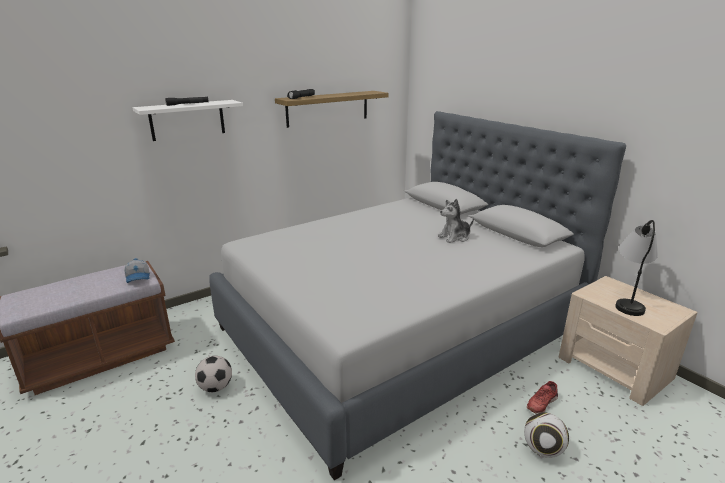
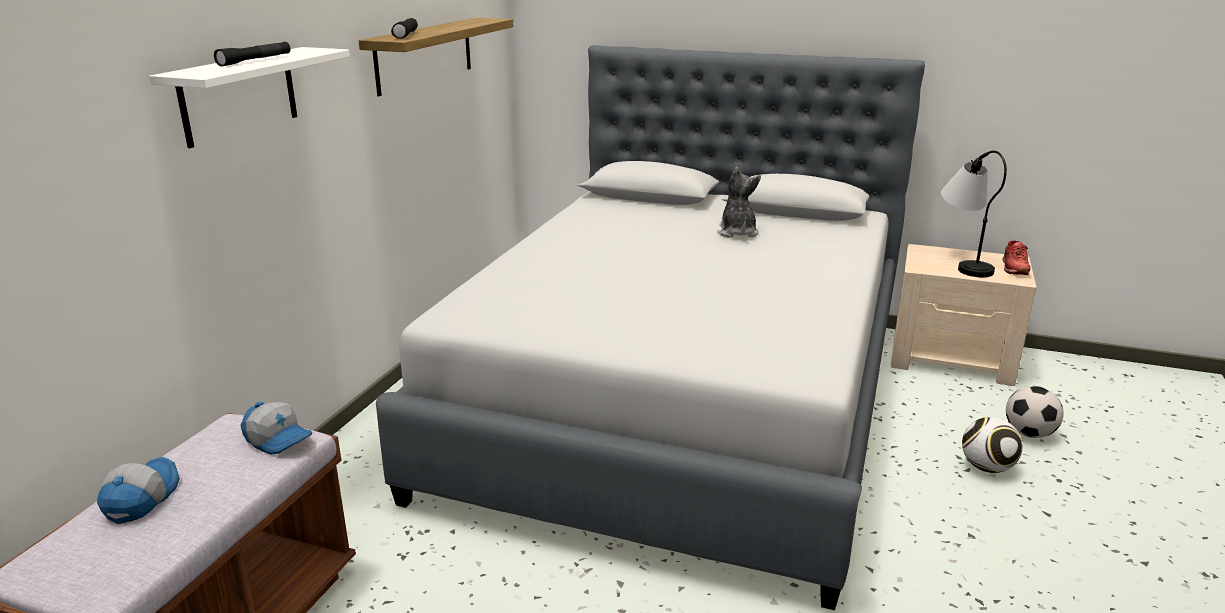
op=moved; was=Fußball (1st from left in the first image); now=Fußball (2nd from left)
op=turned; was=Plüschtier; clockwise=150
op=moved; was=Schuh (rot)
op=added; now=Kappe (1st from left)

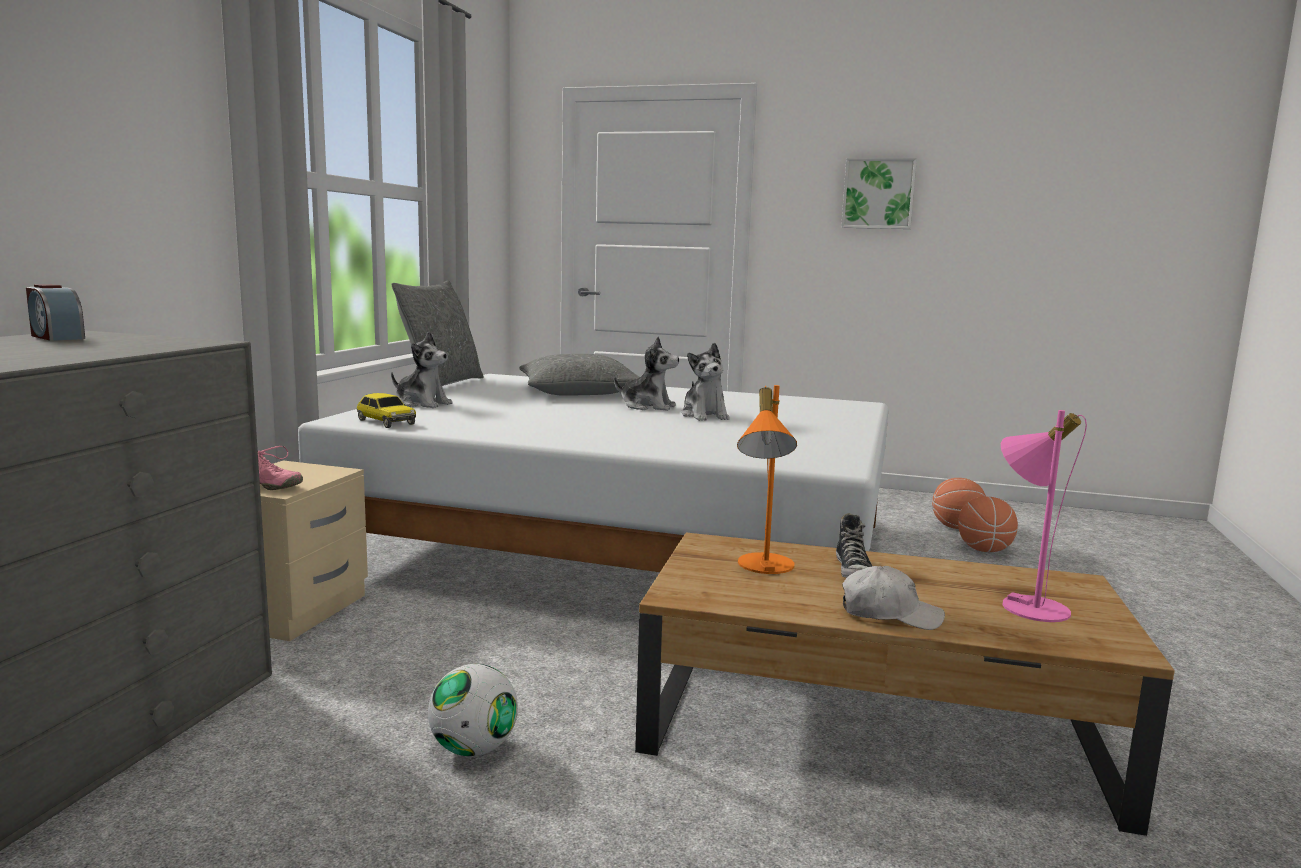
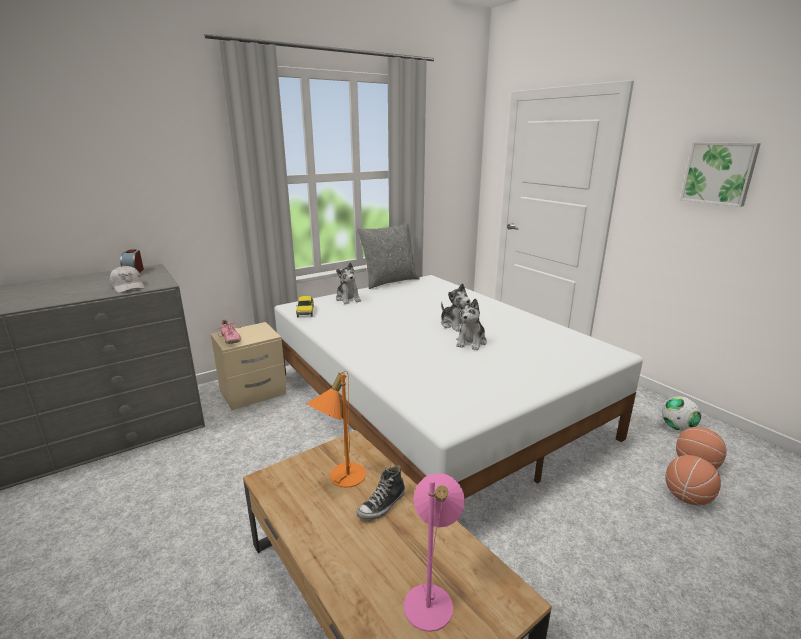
op=moved; was=Fußball
op=removed; was=Kissen (grau) (2nd from left)
op=moved; was=Kappe (weiß)

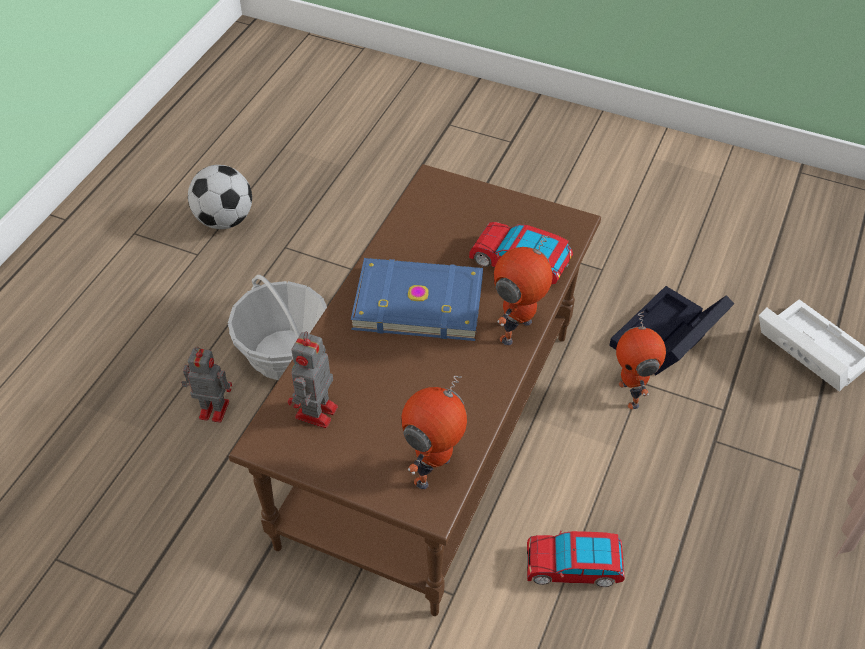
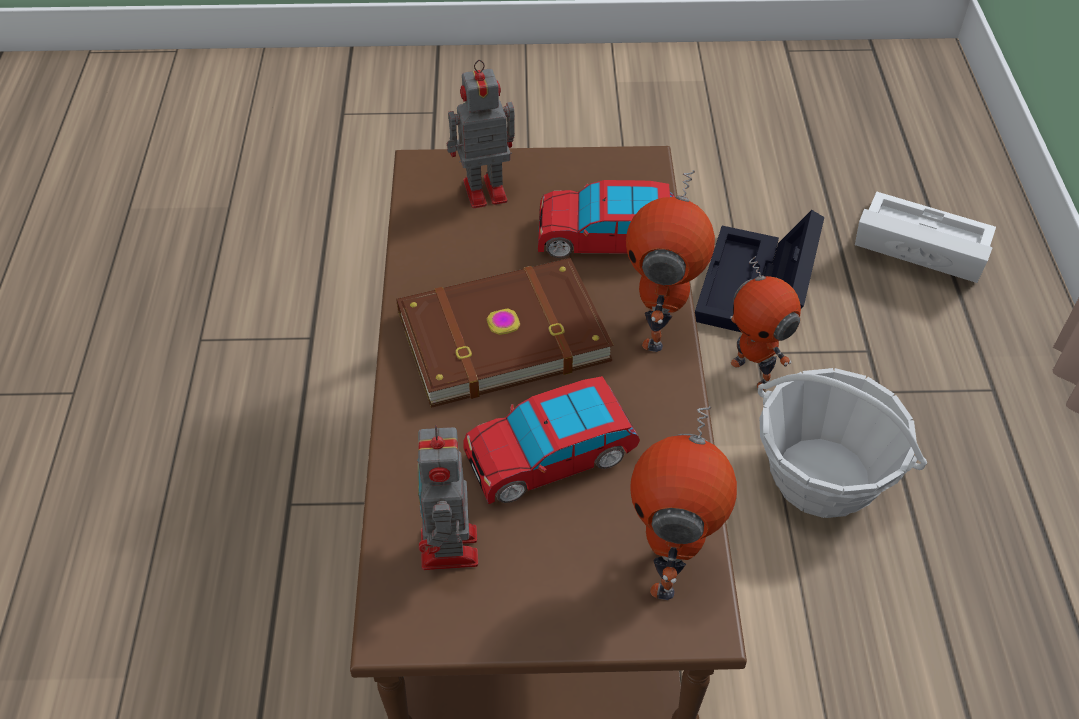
op=moved; was=Spielzeugroboter (1st from left in the first image); now=Spielzeugroboter (2nd from left)
op=removed; was=Fußball
op=moved; was=Korb
op=recoloured; was=Buch (blau); now=Buch (braun)
op=moved; was=Spielzeugauto (2nd from left in the first image); now=Spielzeugauto (1st from left)

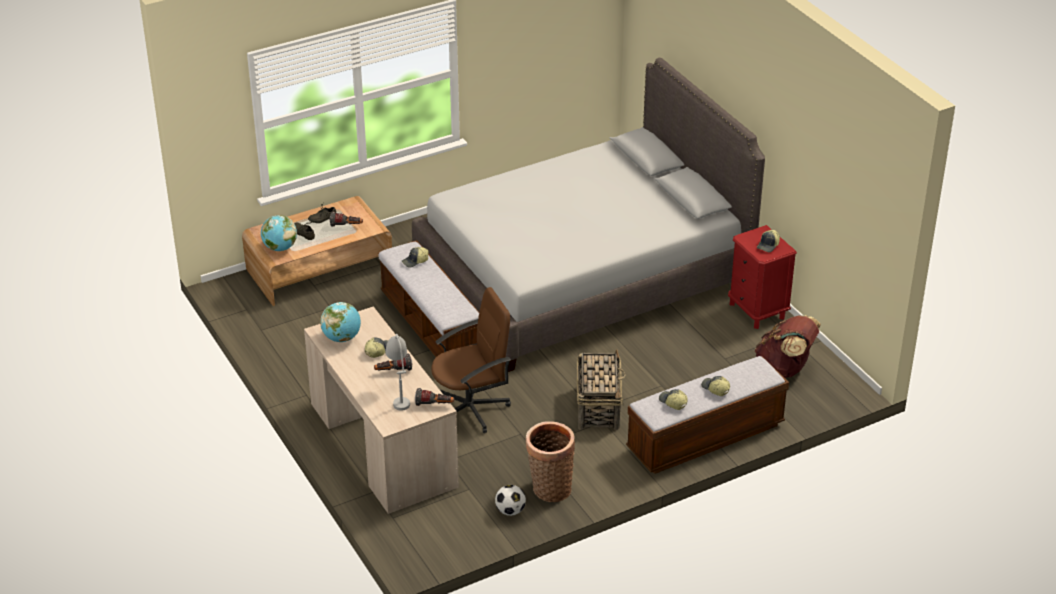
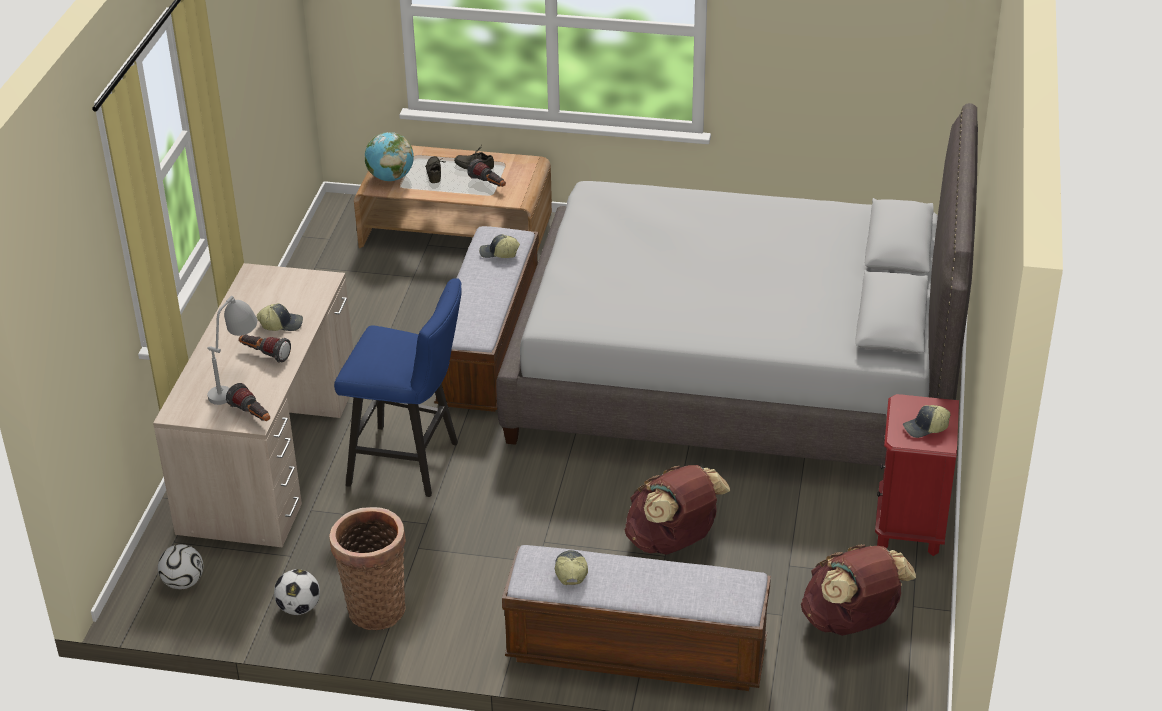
op=removed; was=Globus (2nd from left)
op=replaced; was=Bürostuhl (braun); now=Hocker (blau)
op=removed; was=Korb (2nd from left)
op=removed; was=Kappe (4th from left)
op=added; now=Fußball (1st from left)
op=added; now=Rucksack (braun) (1st from left)

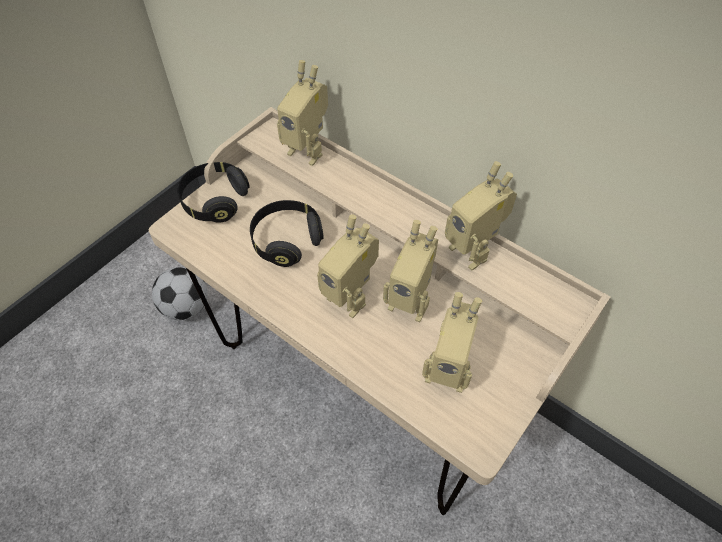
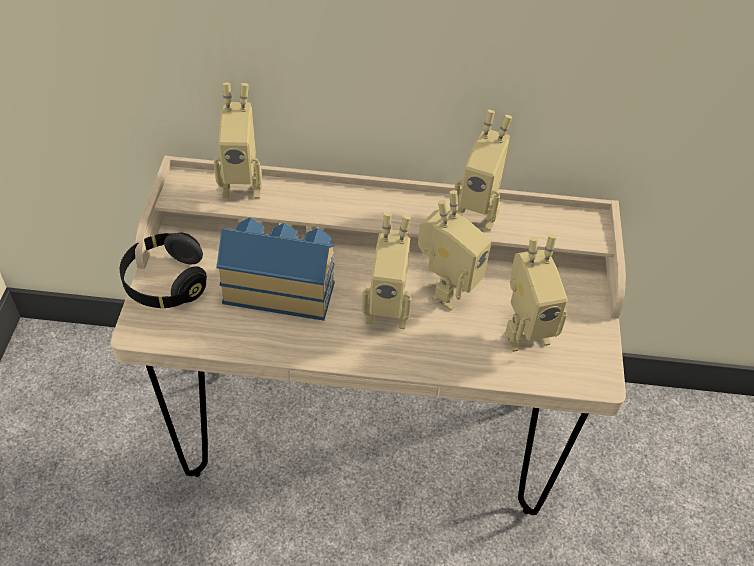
op=removed; was=Fußball
op=replaced; was=Kopfhörer (schwarz) (2nd from left); now=Spielzeughaus
op=turned; was=Spielzeugroboter (3rd from left); clockwise=-45

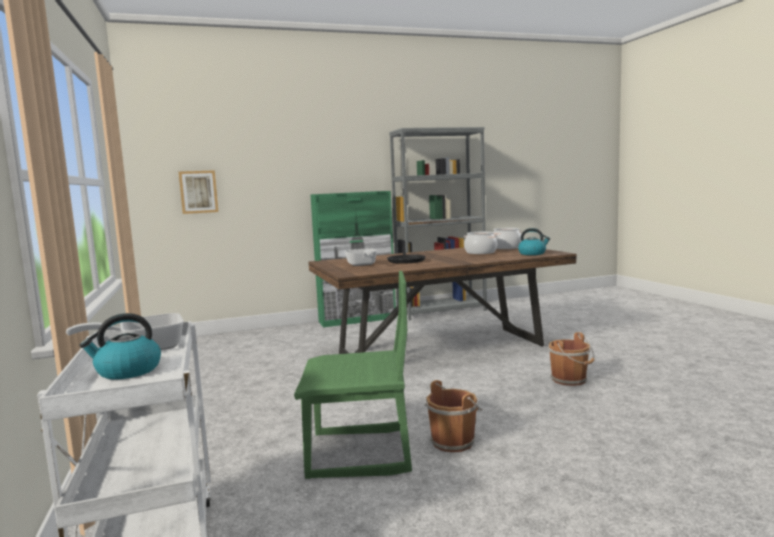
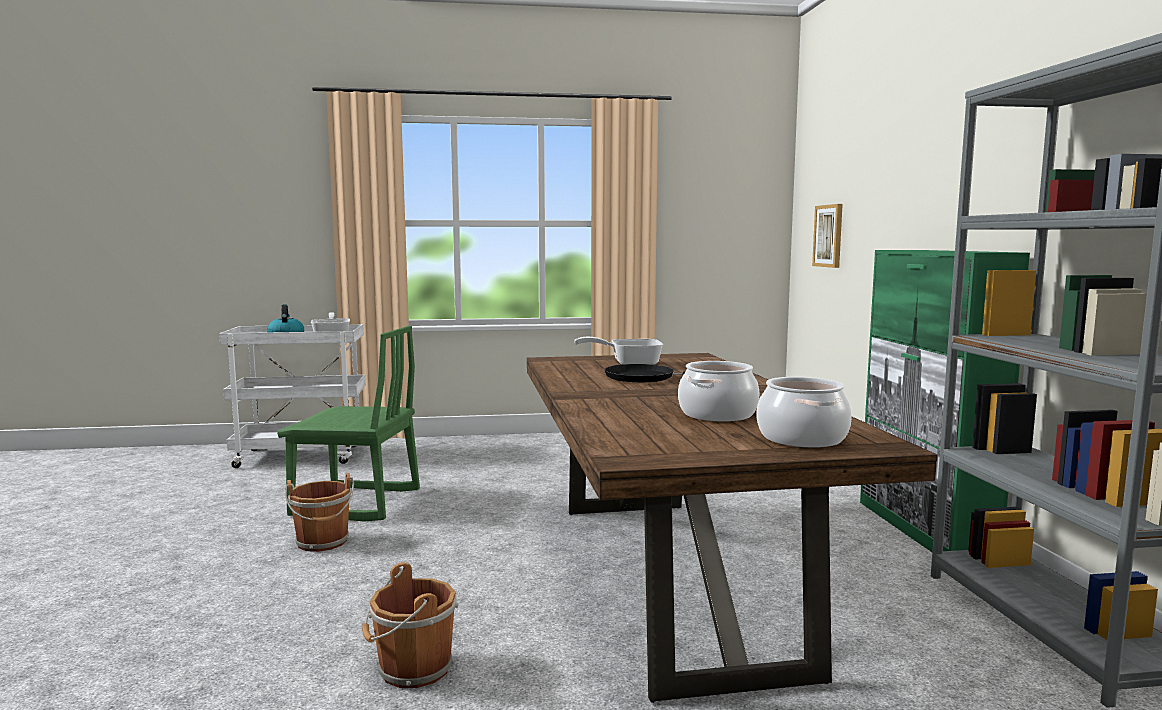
op=turned; was=Stuhl (grün); clockwise=-90
op=removed; was=Wasserkessel (2nd from left)

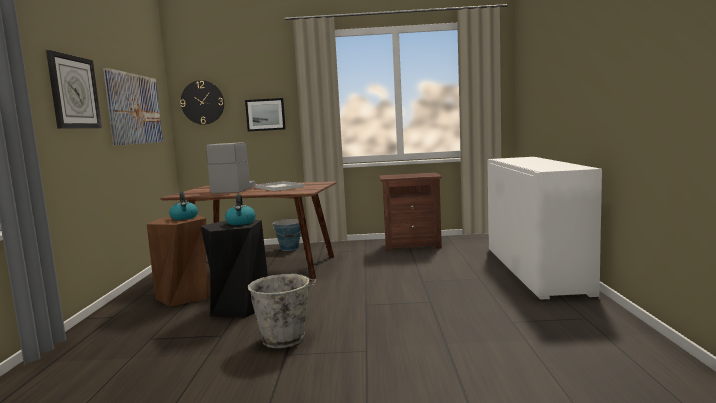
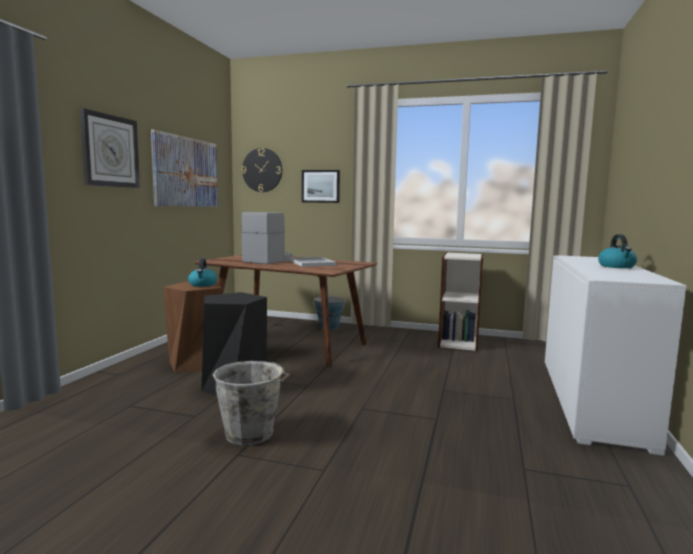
op=moved; was=Wasserkessel (2nd from left)
op=replaced; was=Nachttisch (braun); now=Bücherregal

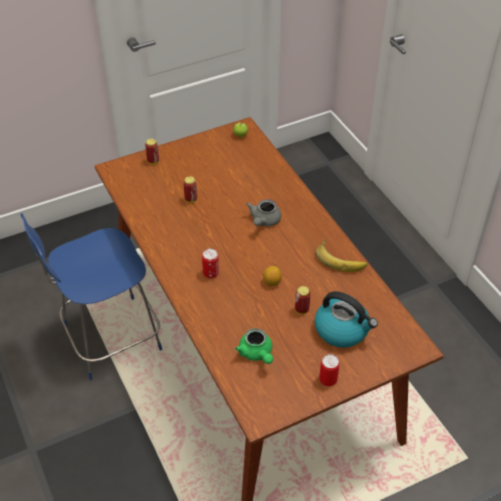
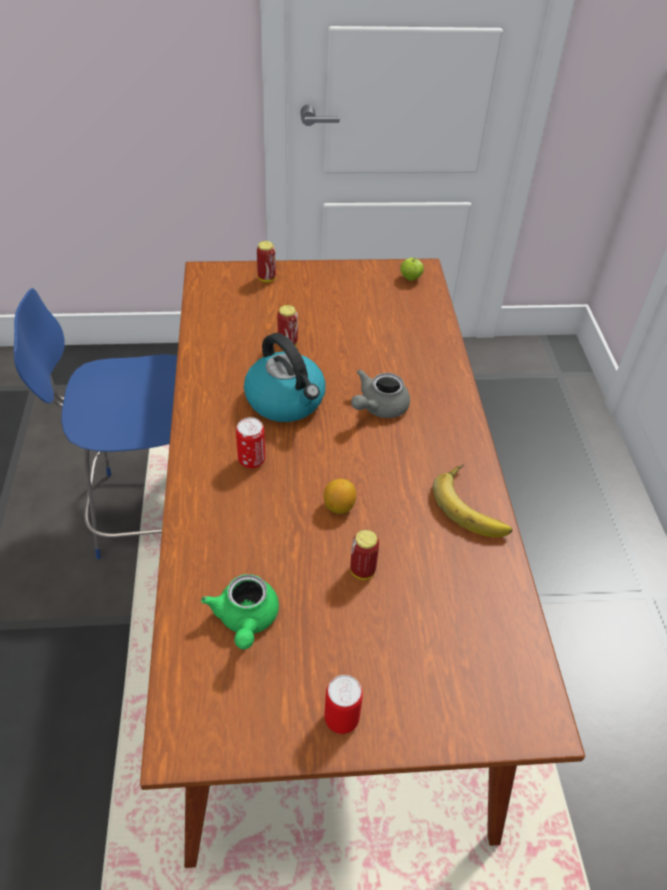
op=moved; was=Wasserkessel

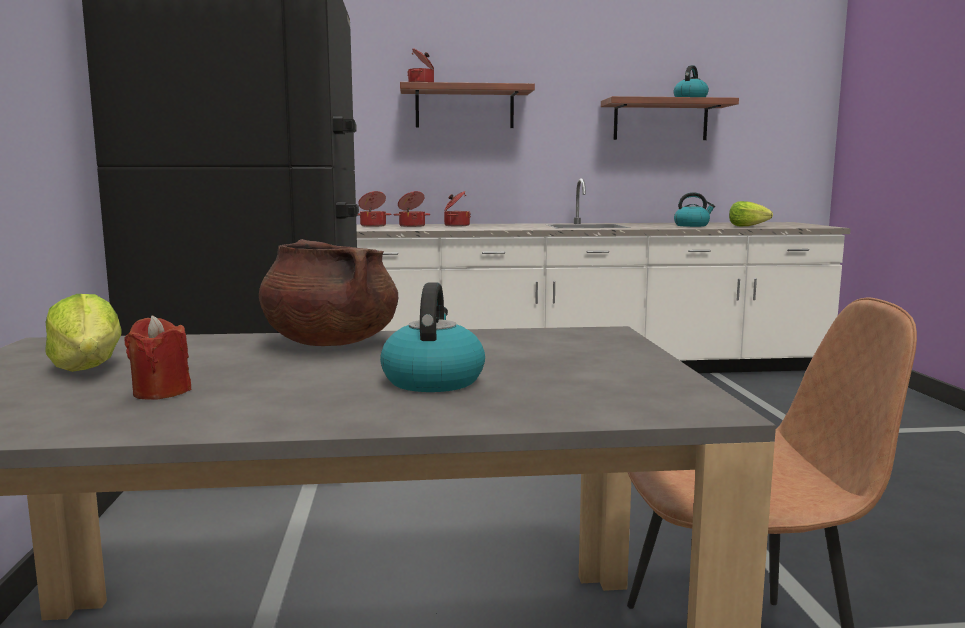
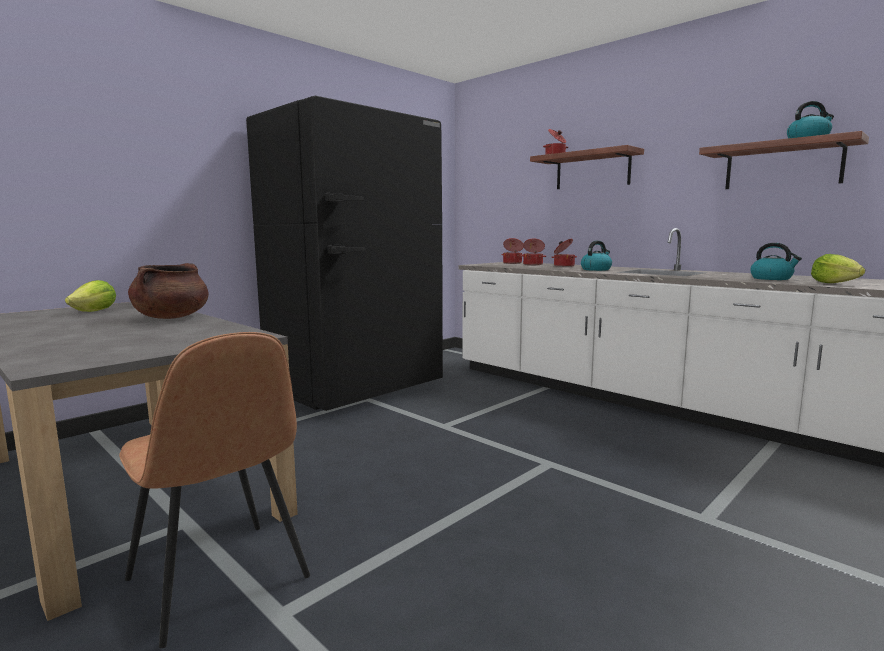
op=removed; was=Kerze (rot)
op=moved; was=Wasserkessel (1st from left)

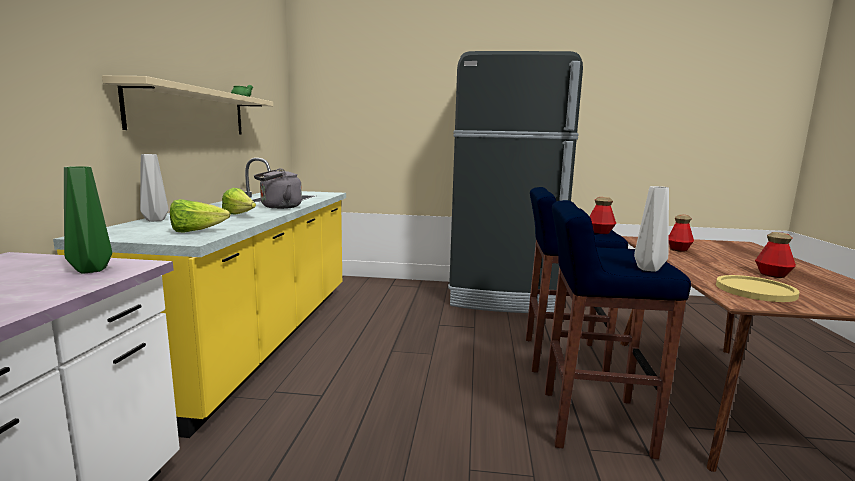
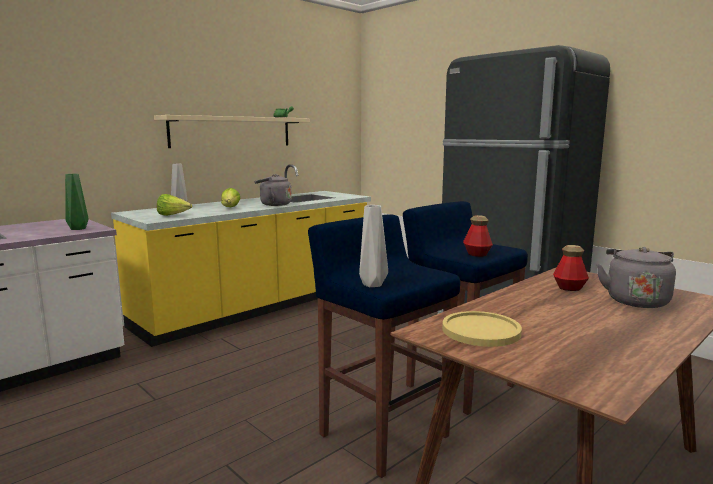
op=removed; was=Flasche (3rd from left)
op=added; now=Wasserkessel (grau) (2nd from left)

